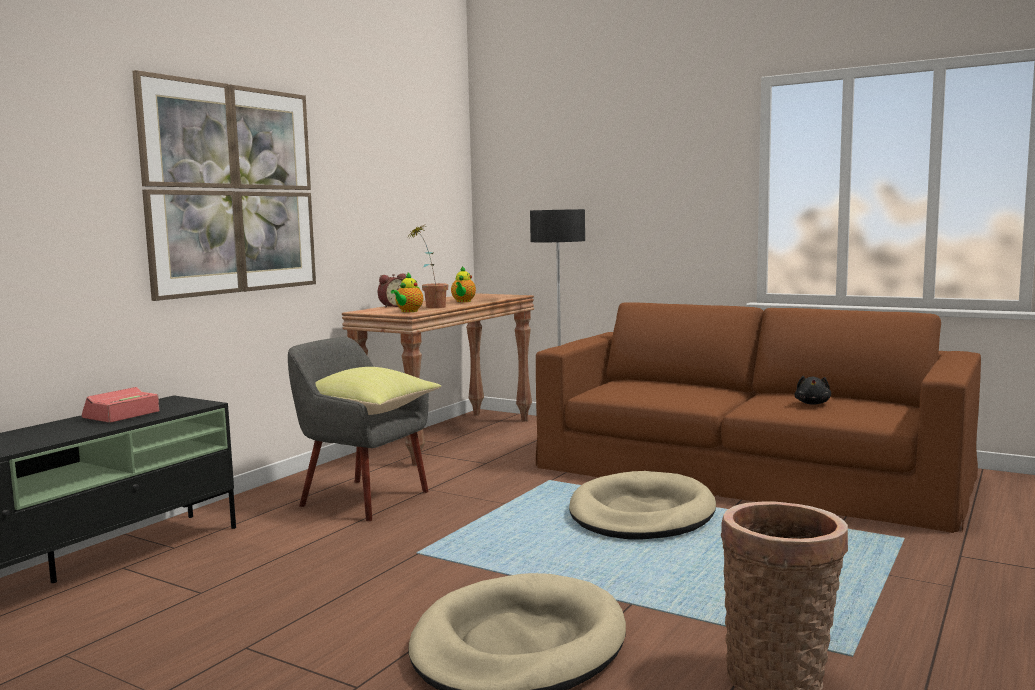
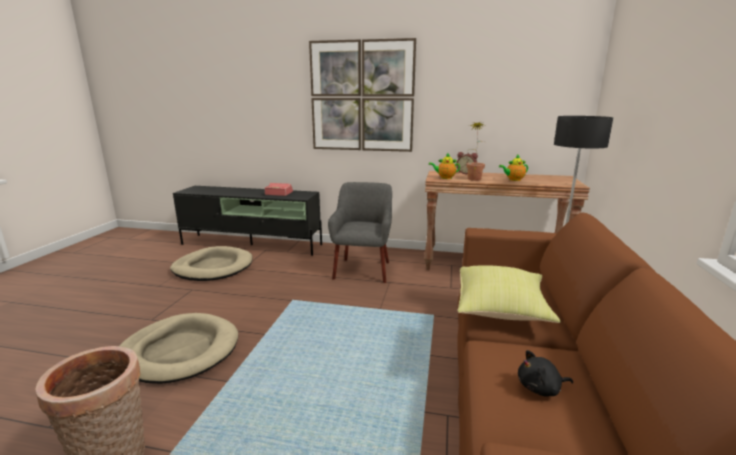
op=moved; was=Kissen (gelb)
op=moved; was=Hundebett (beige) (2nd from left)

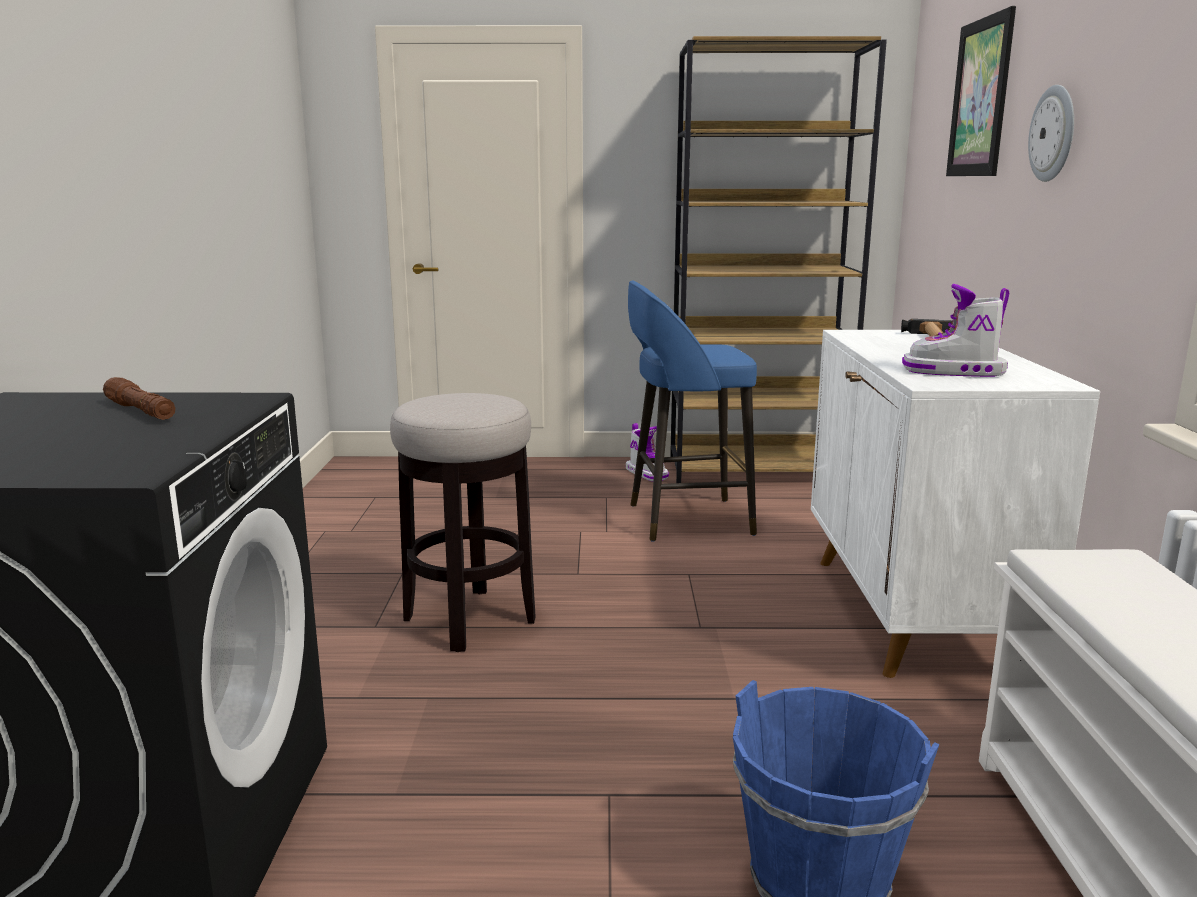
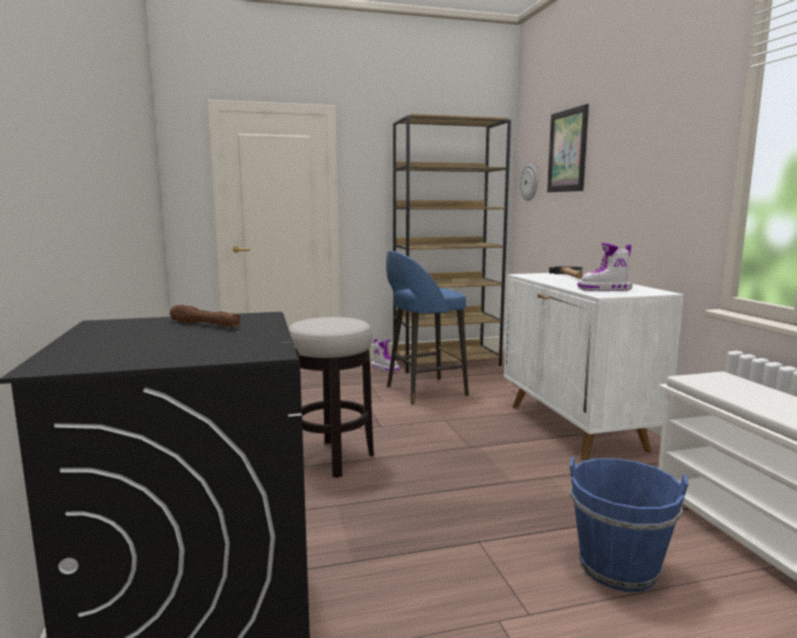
op=moved; was=Wanduhr

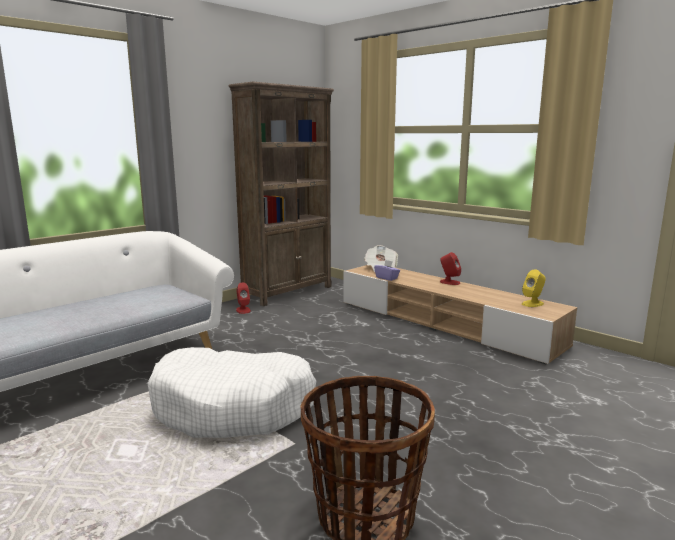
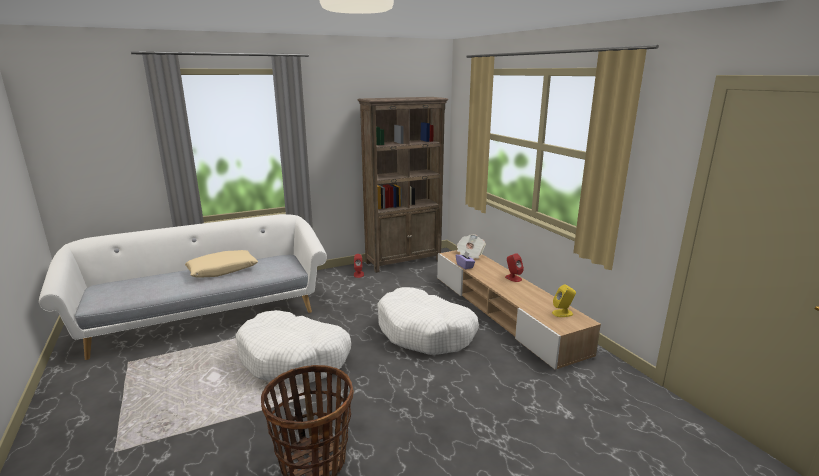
op=added; now=Kissen (beige)
op=added; now=Hundebett (weiß) (2nd from left)

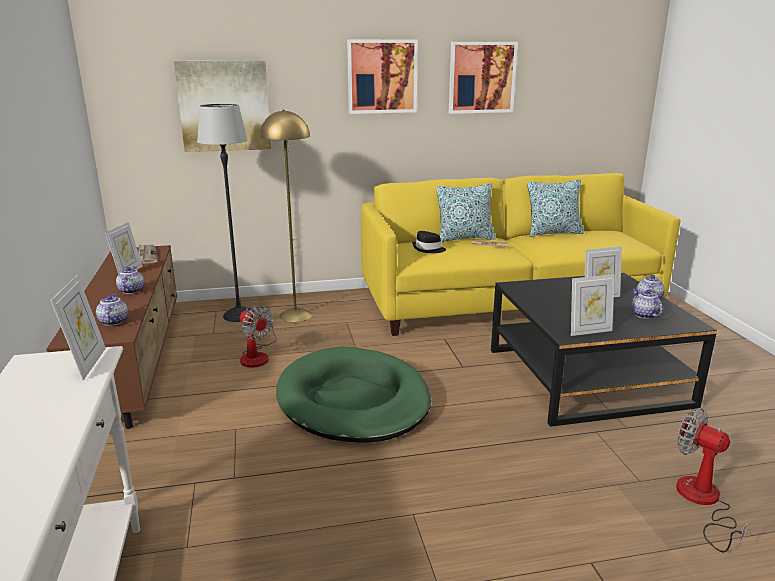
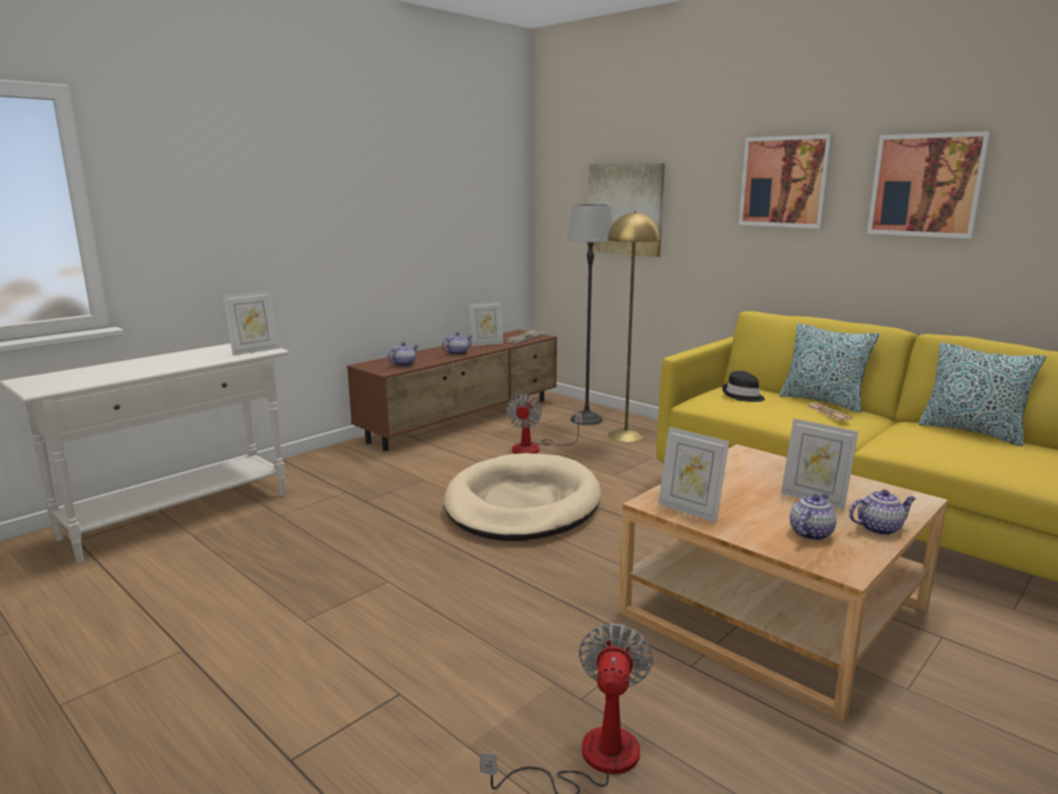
op=recoloured; was=Hundebett (grün); now=Hundebett (beige)
op=recoloured; was=Couchtisch (schwarz); now=Couchtisch (beige)

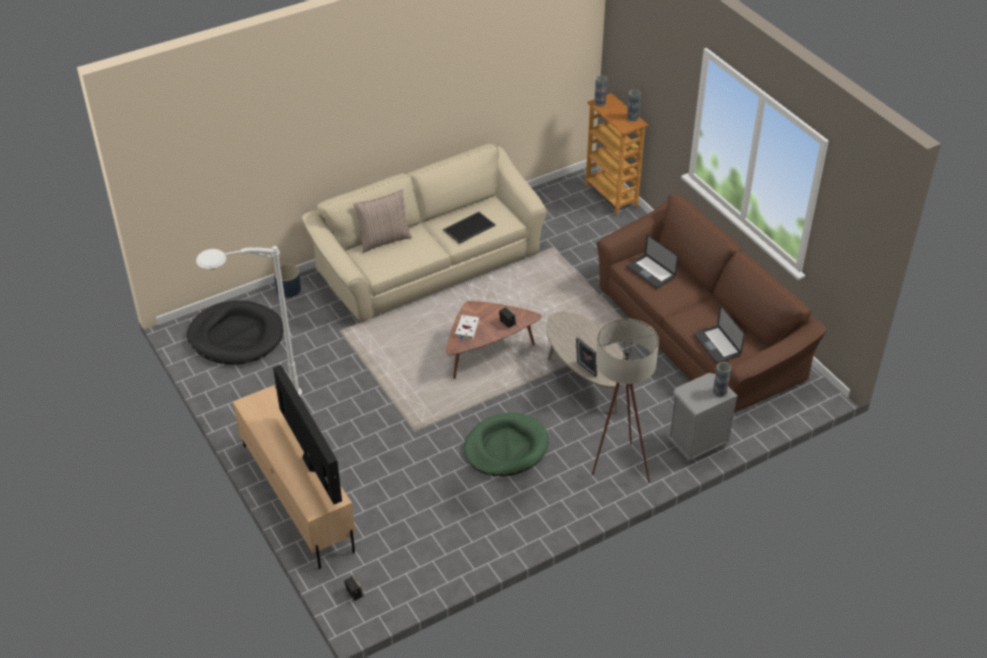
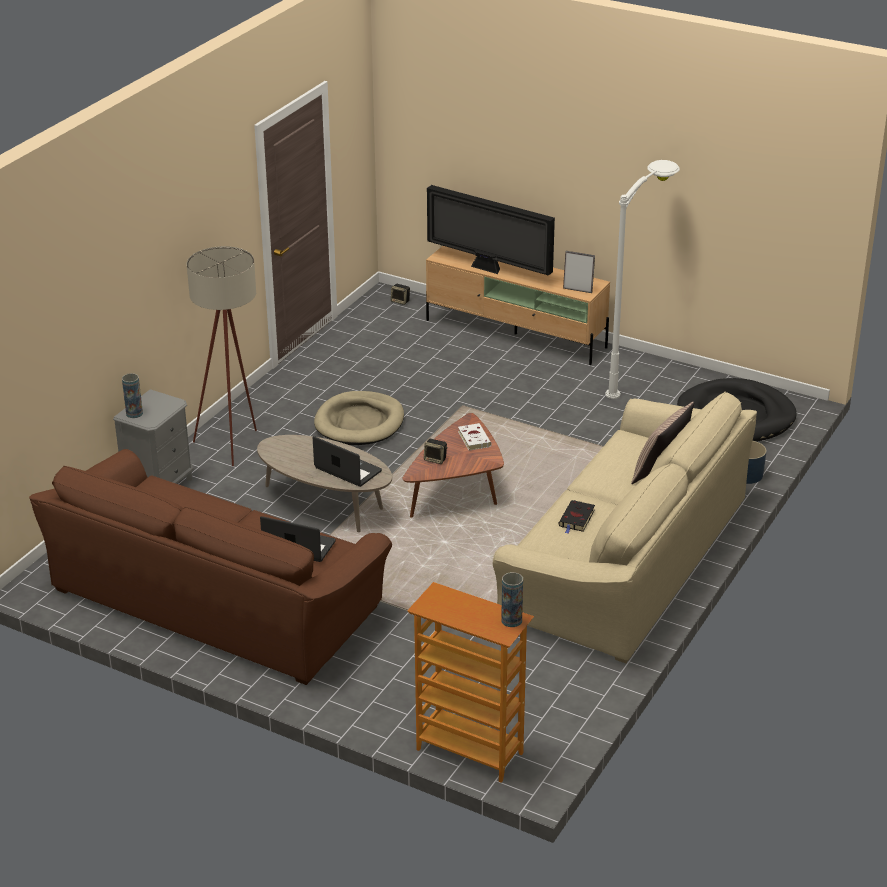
op=replaced; was=Tablett; now=Buch (schwarz)
op=recoloured; was=Hundebett (grün); now=Hundebett (beige)
op=moved; was=Bilderrahmen
op=removed; was=Vase (2nd from left)
op=moved; was=Laptop (2nd from left)

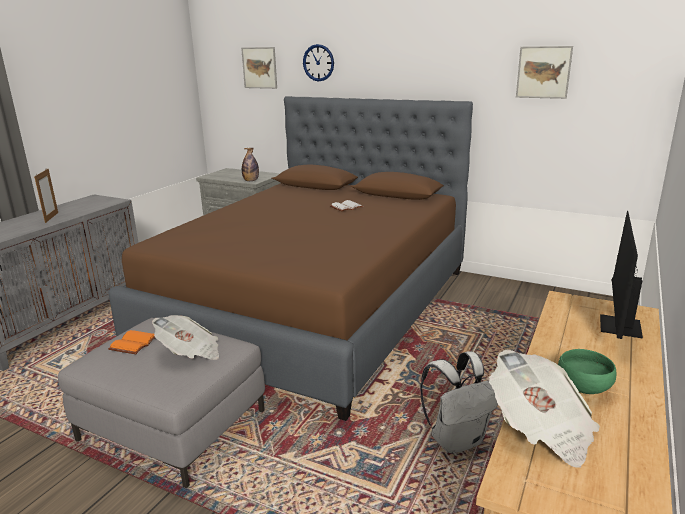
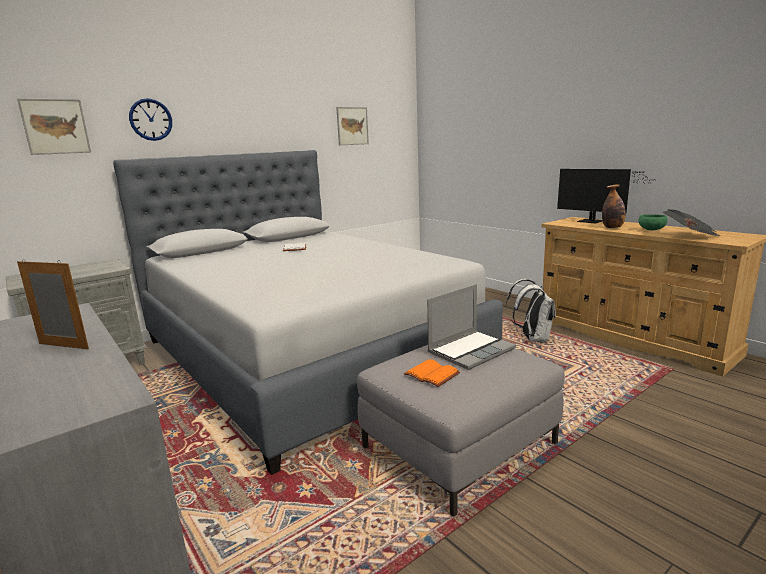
op=recoloured; was=Bett (braun); now=Bett (grau)
op=replaced; was=Zeitung (1st from left); now=Laptop
op=moved; was=Flasche

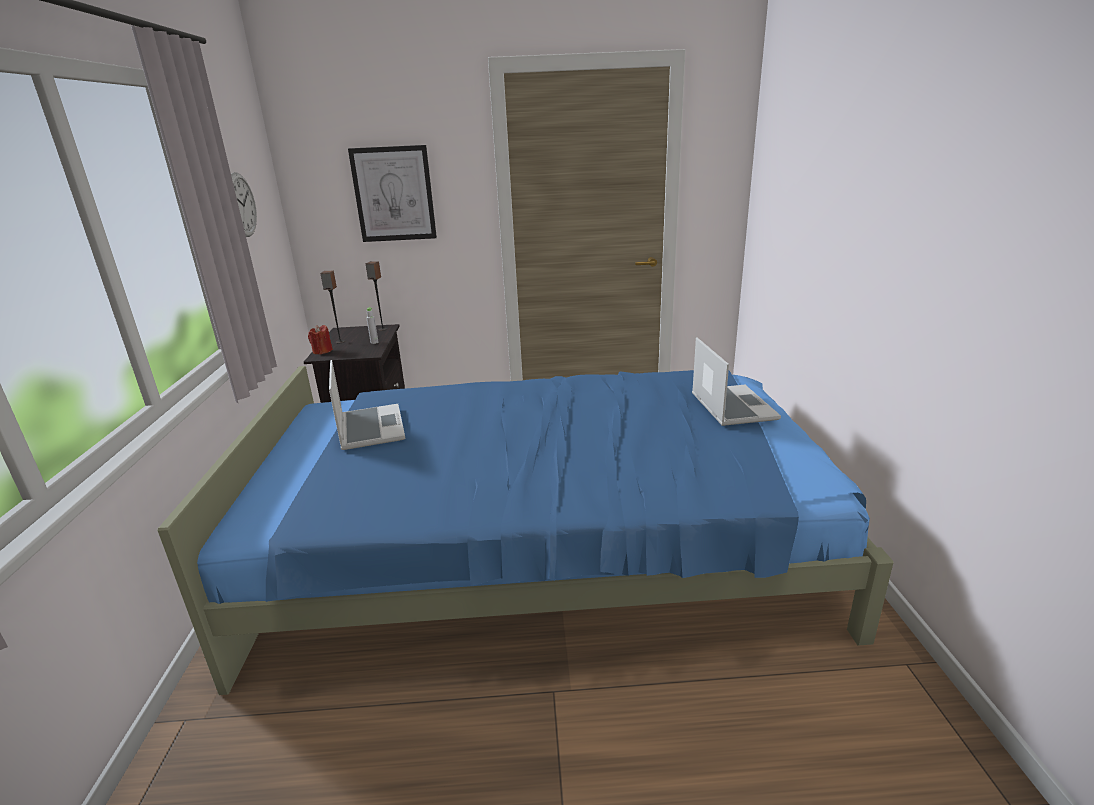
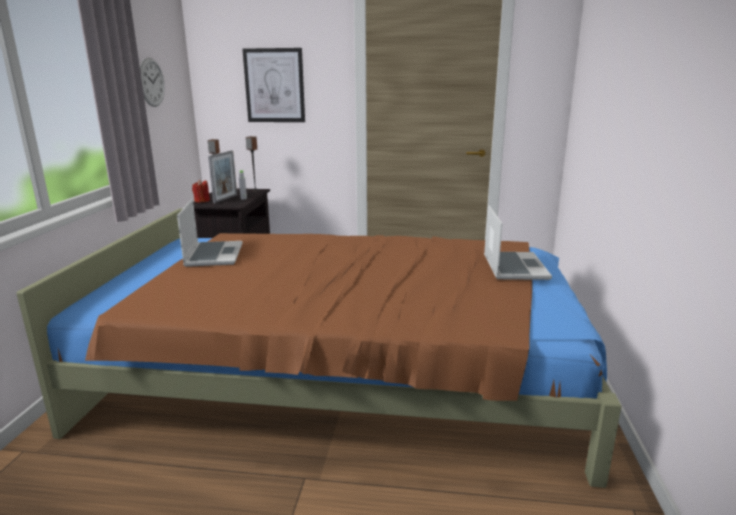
op=recoloured; was=Bett (blau); now=Bett (braun)
op=added; now=Bilderrahmen

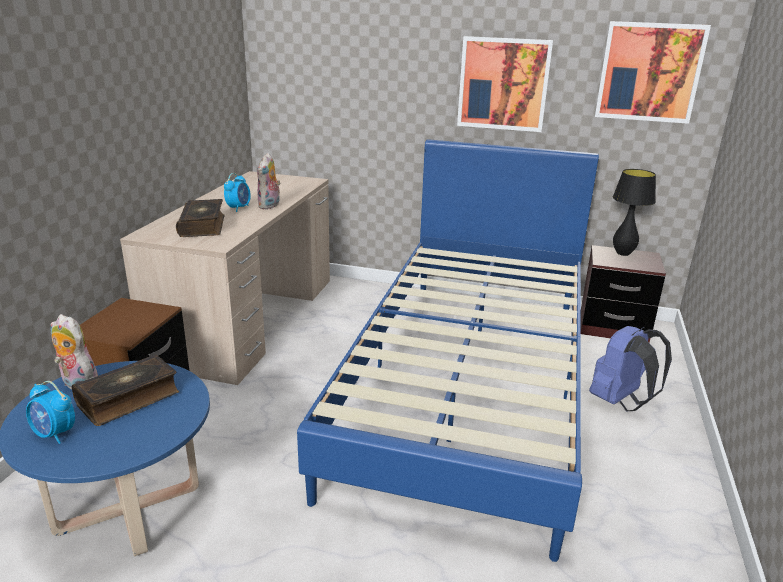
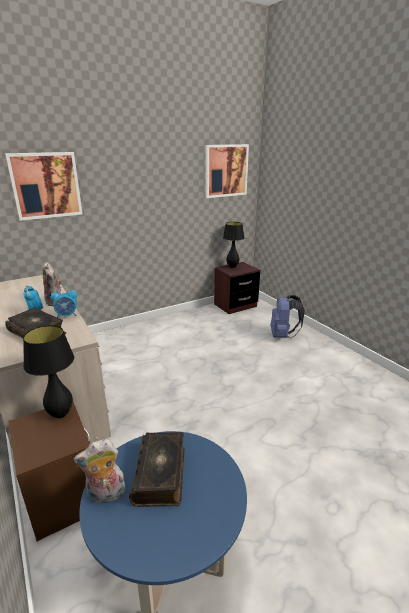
op=moved; was=Wecker (1st from left in the first image); now=Wecker (2nd from left)
op=removed; was=Bett (blau)
op=moved; was=Bild (1st from left)
op=added; now=Tischlampe (schwarz) (1st from left)

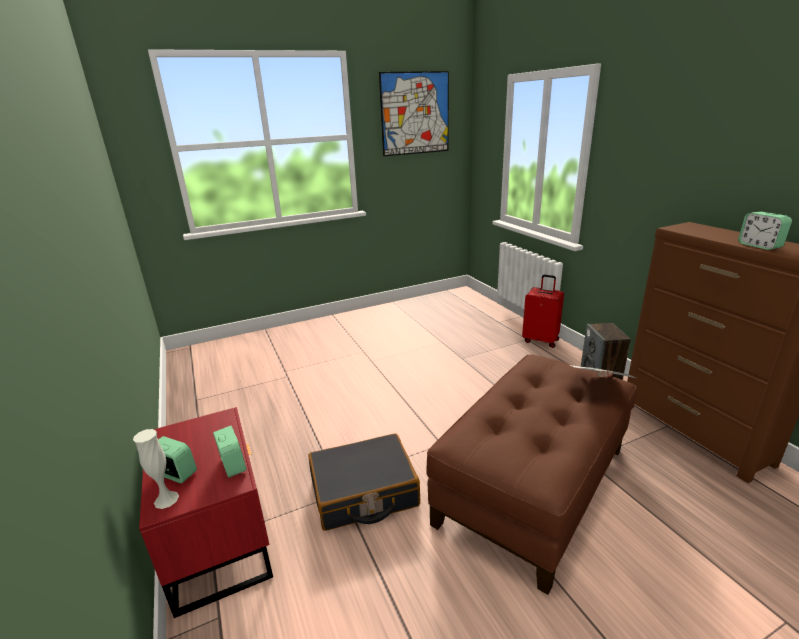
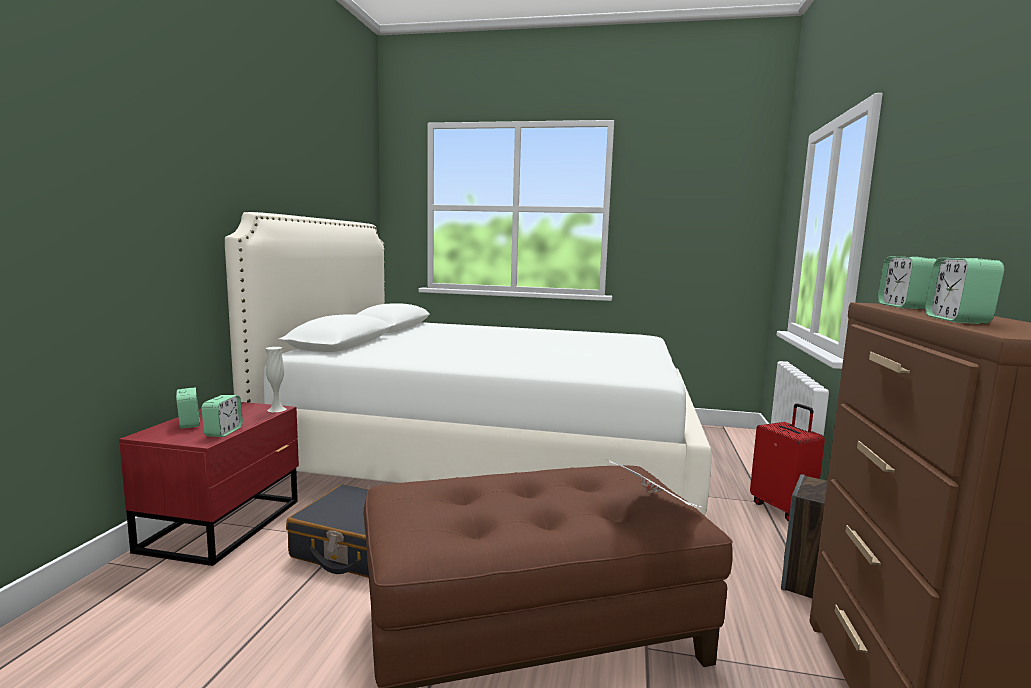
op=moved; was=Vase (weiß)
op=removed; was=Bild
op=added; now=Bett (weiß)
op=added; now=Wecker (3rd from left)

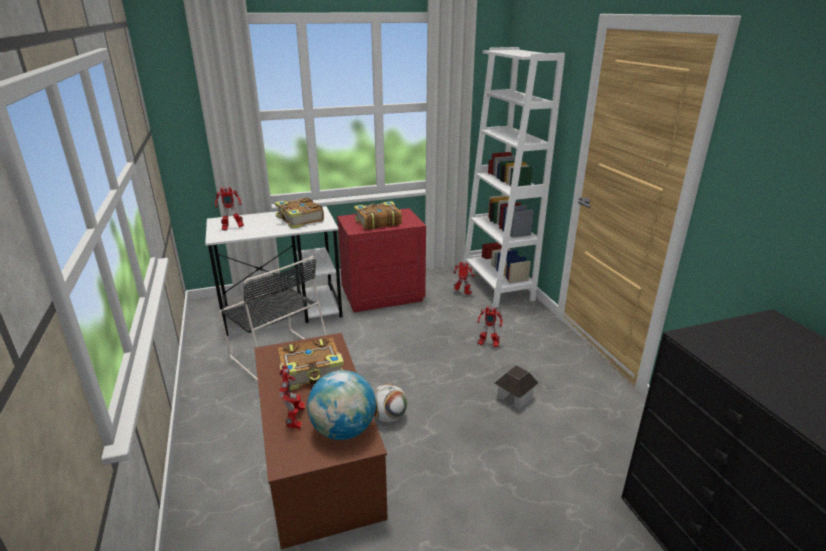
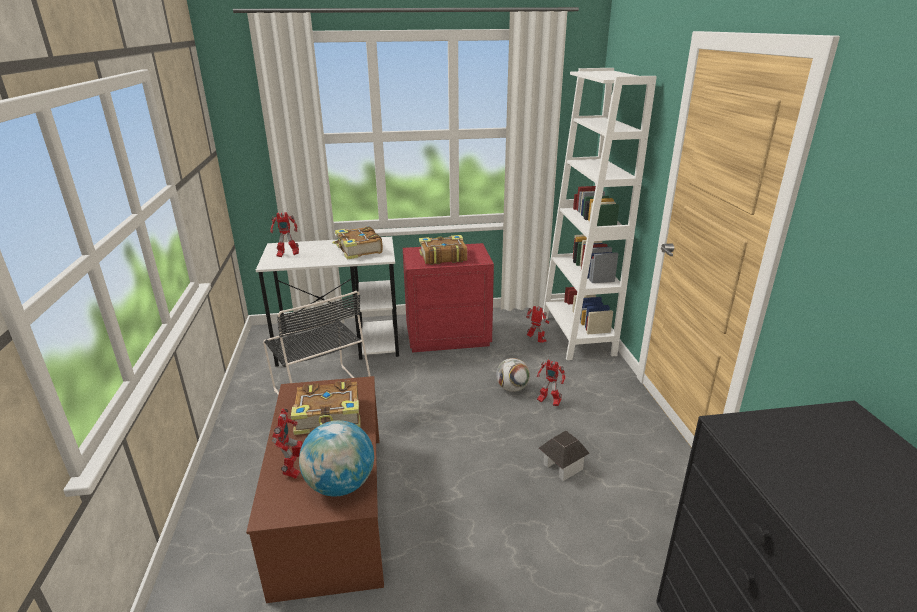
op=moved; was=Fußball

